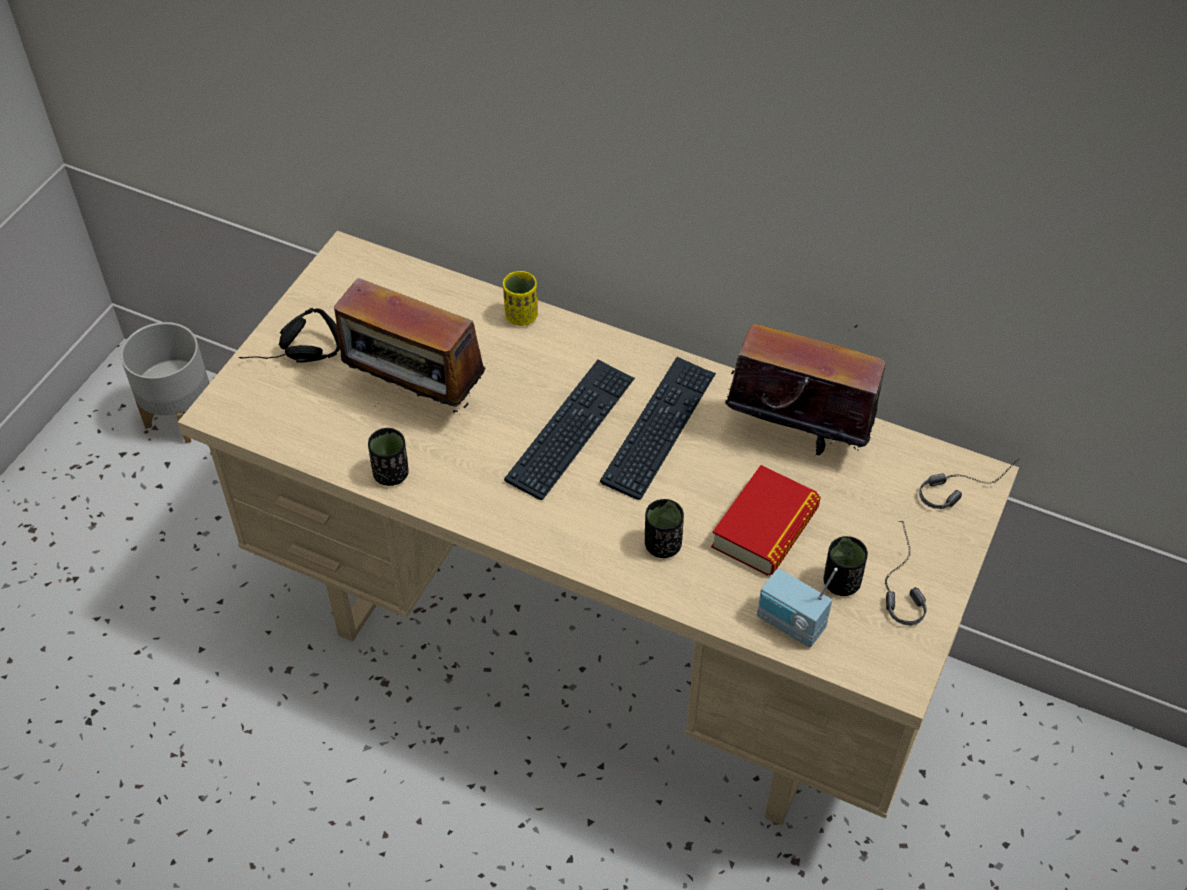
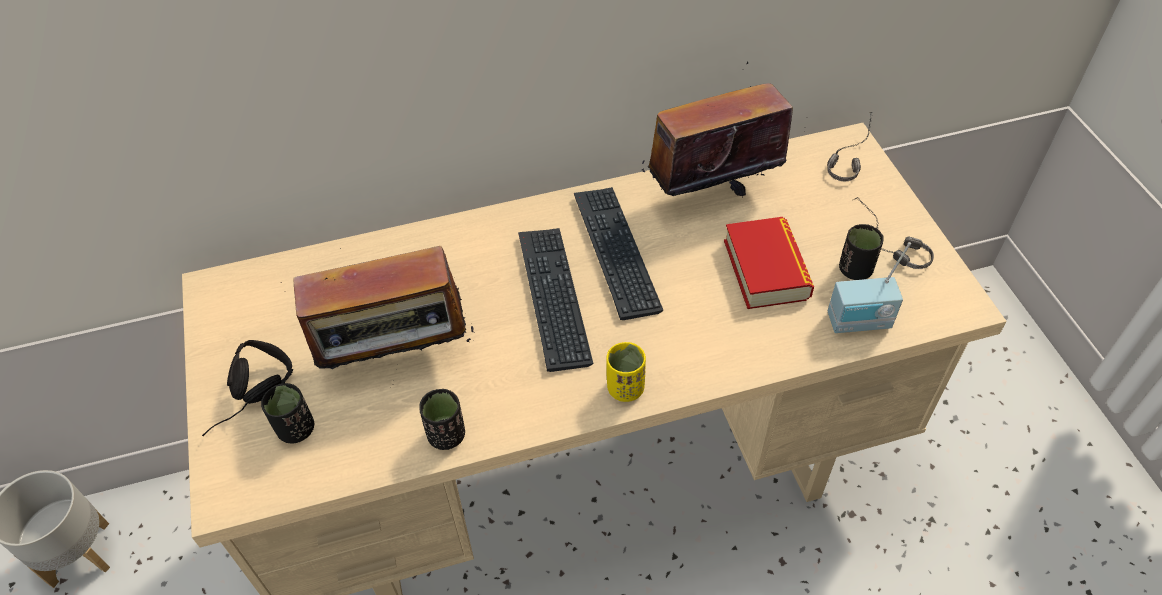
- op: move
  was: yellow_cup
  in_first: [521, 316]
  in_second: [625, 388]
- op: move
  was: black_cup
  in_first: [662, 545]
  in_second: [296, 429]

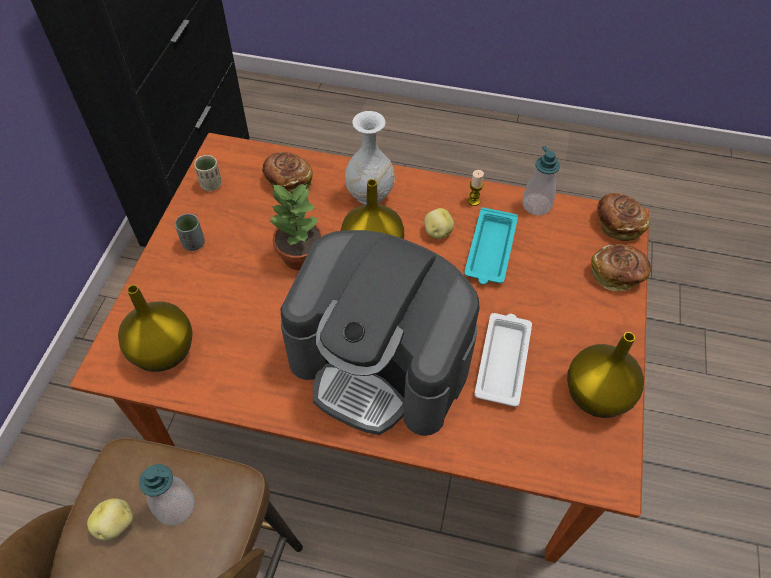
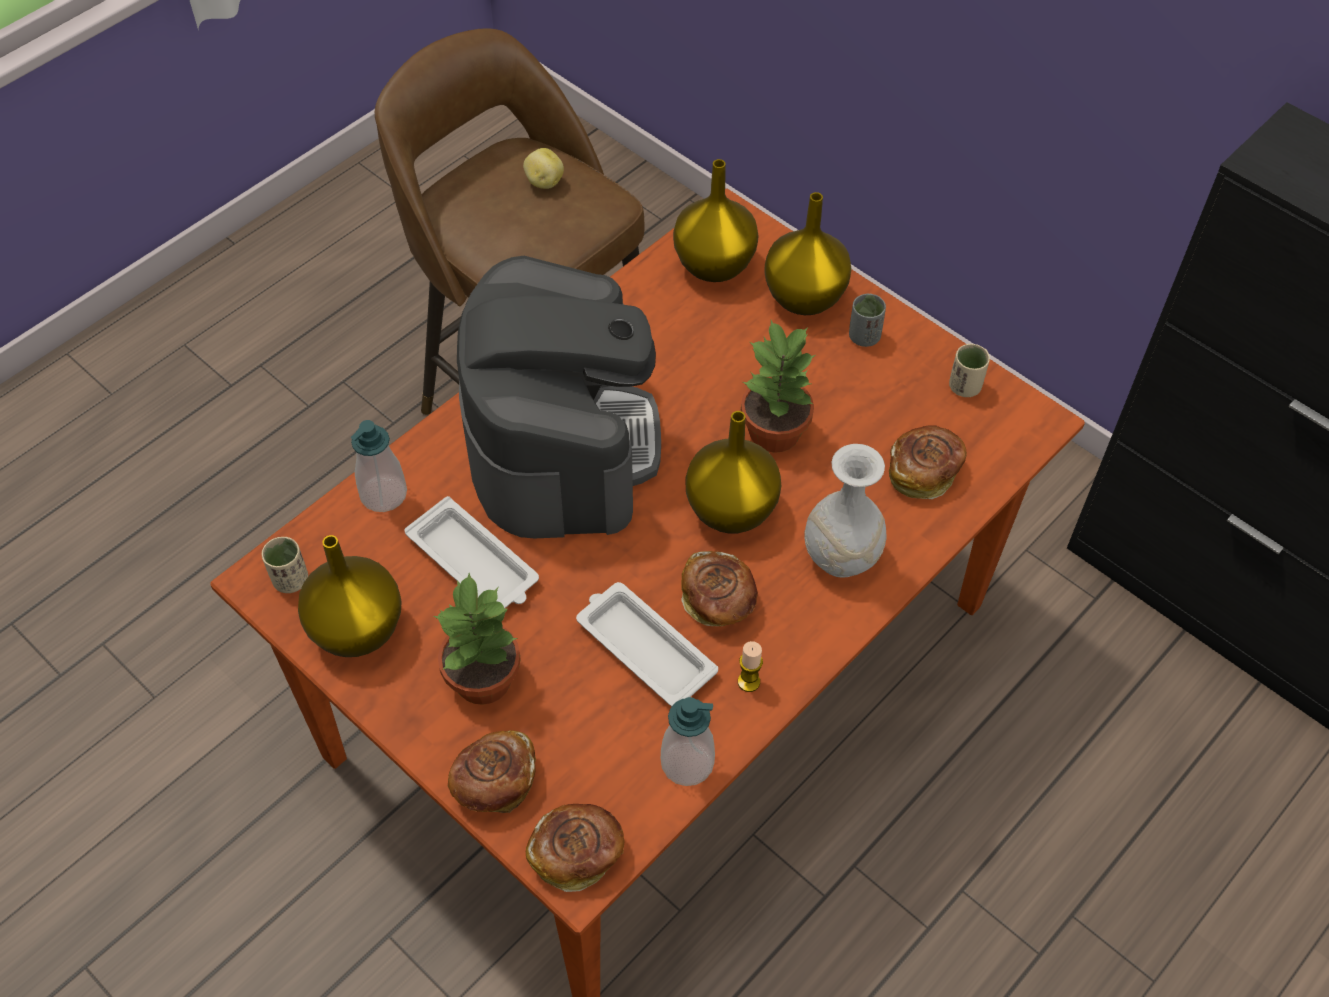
- op: insert
  now: beige_cup
  in_second: [290, 580]
- op: insert
  now: potted_plant
  in_second: [482, 681]
- op: insert
  now: yellow_vase
  in_second: [806, 297]
- op: move
  was: soap_dispenser
  in_first: [175, 506]
  in_second: [383, 494]
- op: replace
  was: potato
  now: bread
  in_first: [437, 232]
  in_second: [718, 602]
- op: recolor
  was: turquoise_tray
  now: white_tray
  in_first: [490, 251]
  in_second: [643, 648]
- op: rotate
  was: coffee_machine
  in_first: [381, 363]
  in_second: [561, 443]
  clockwise: 120

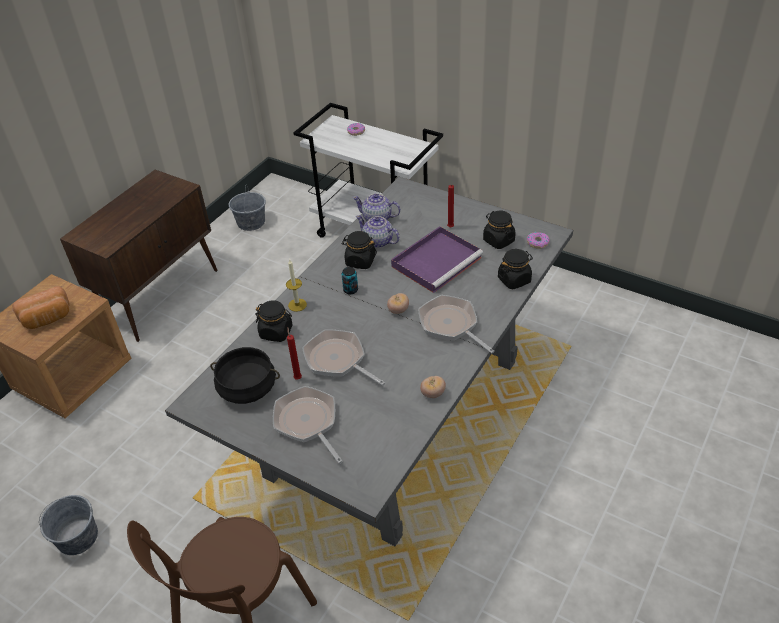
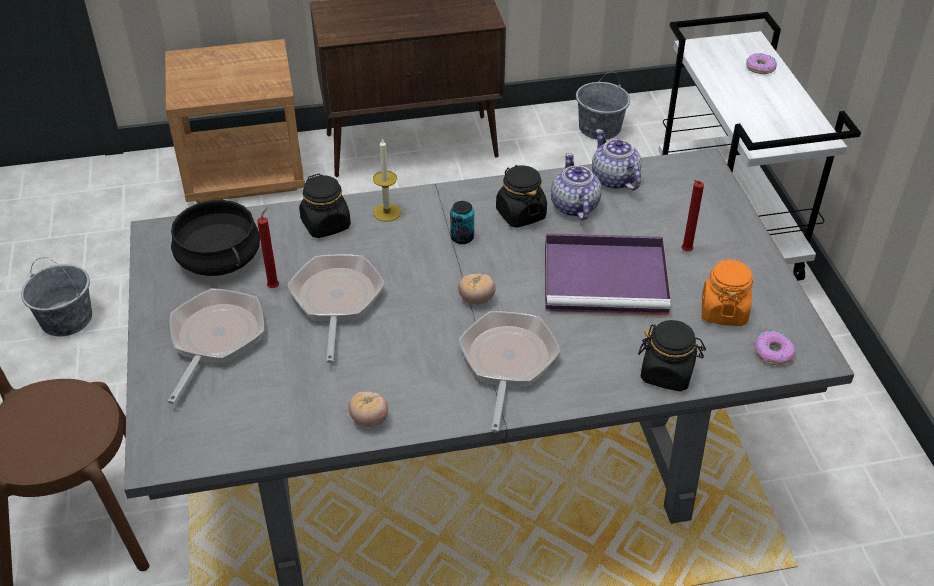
- op: delete
  was: bread
  in_first: [47, 319]
- op: recolor
  was: black_jar
  now: orange_jar
  in_first: [498, 240]
  in_second: [723, 311]

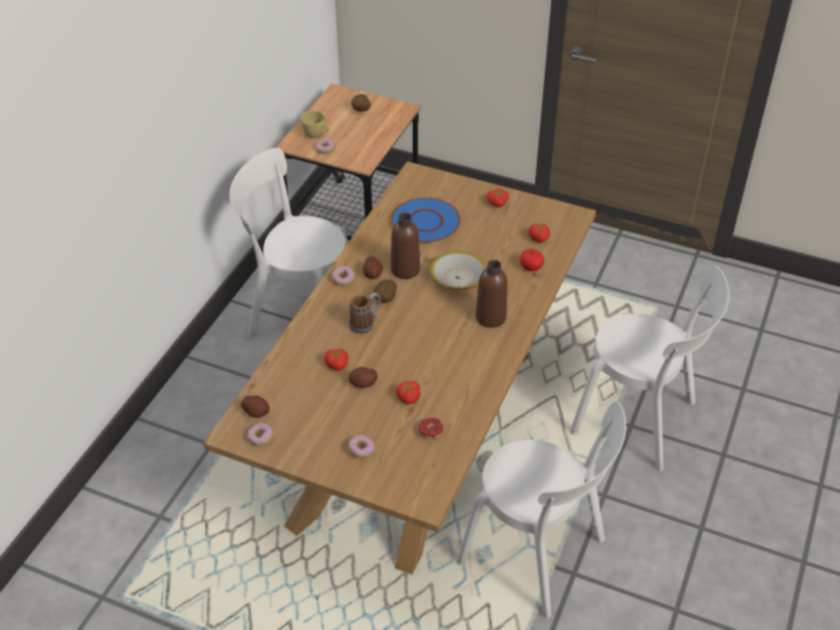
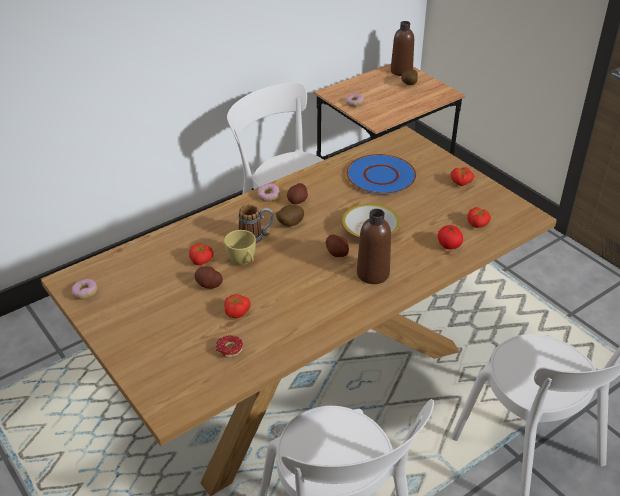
- op: delete
  was: donut
  in_first: [361, 450]
- op: move
  was: potato
  in_first: [256, 412]
  in_second: [337, 253]
- op: move
  was: yellow_cup
  in_first: [316, 135]
  in_second: [243, 262]
- op: move
  was: brown_bottle
  in_first: [405, 269]
  in_second: [401, 71]

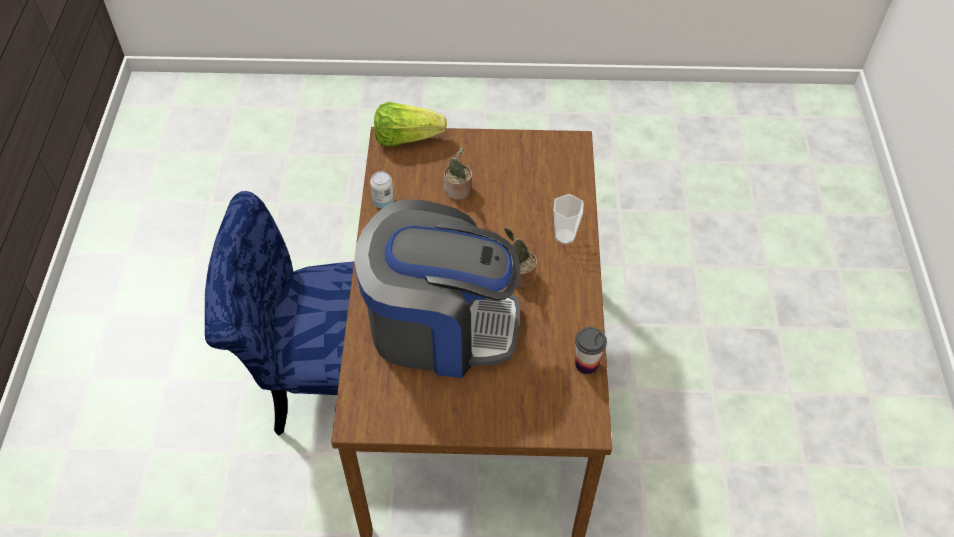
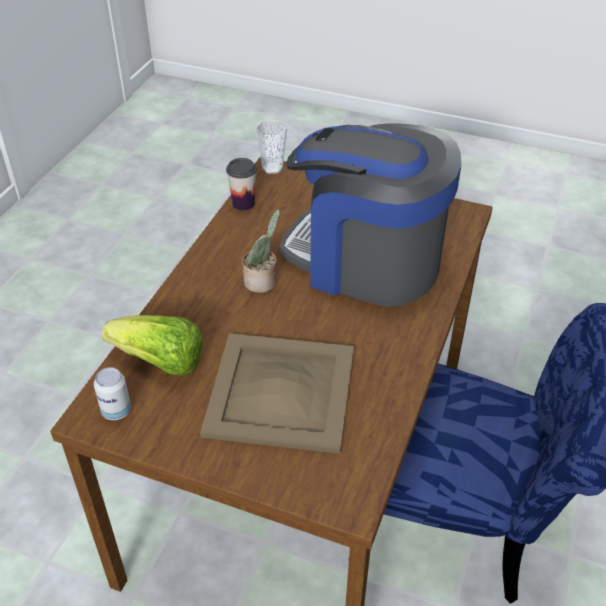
- op: move
  was: can
  in_first: [383, 202]
  in_second: [116, 411]
- op: move
  was: lettuce
  in_first: [406, 138]
  in_second: [160, 362]
- op: move
  was: cup
  in_first: [564, 236]
  in_second: [272, 168]
- op: replace
  was: potted_plant
  now: beige_tray
  in_first: [458, 191]
  in_second: [282, 393]

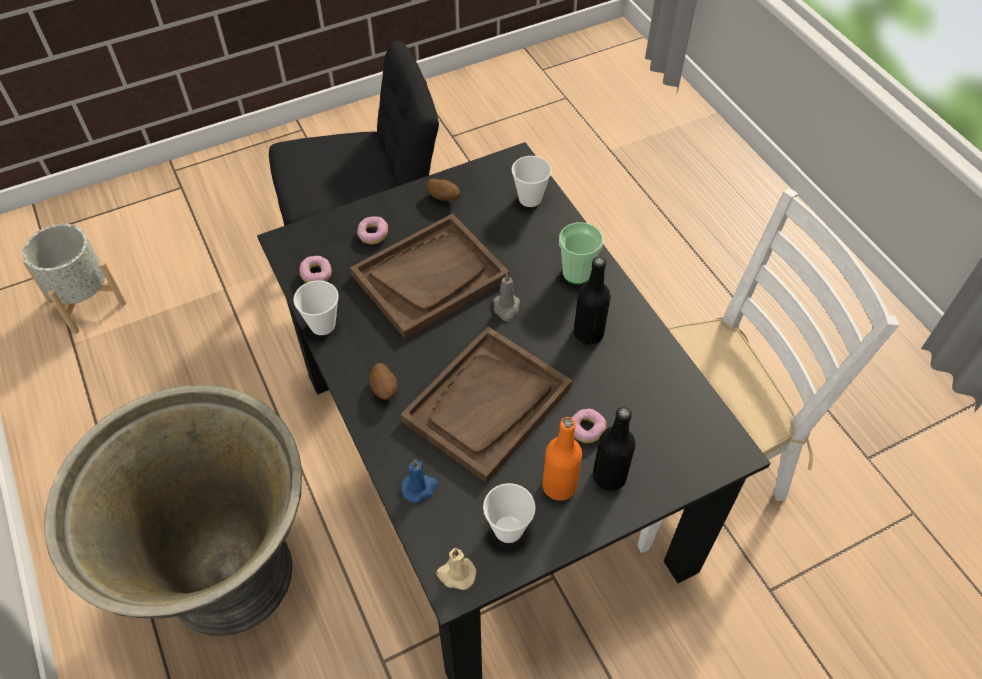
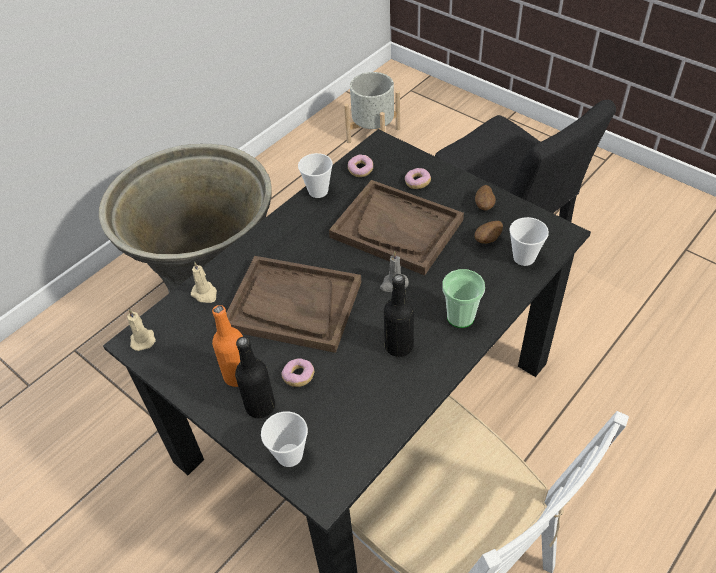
- op: move
  was: potato
  in_first: [384, 389]
  in_second: [488, 240]
- op: move
  was: cup
  in_first: [508, 529]
  in_second: [289, 455]
- op: recolor
  was: blue_candle
  now: beige_candle
  in_first: [420, 487]
  in_second: [205, 294]

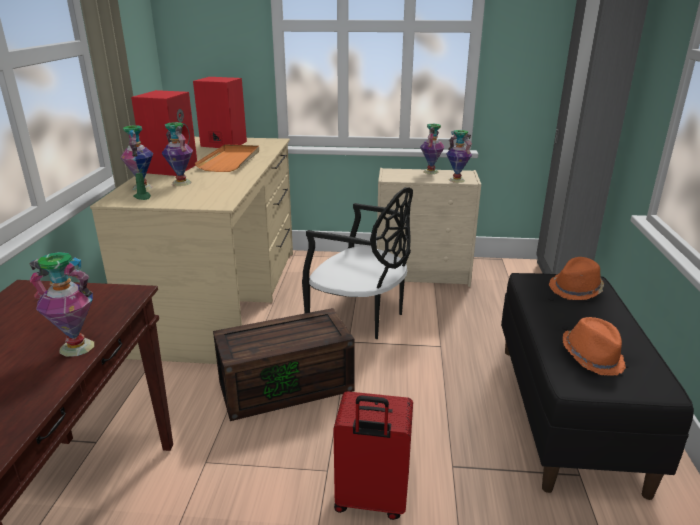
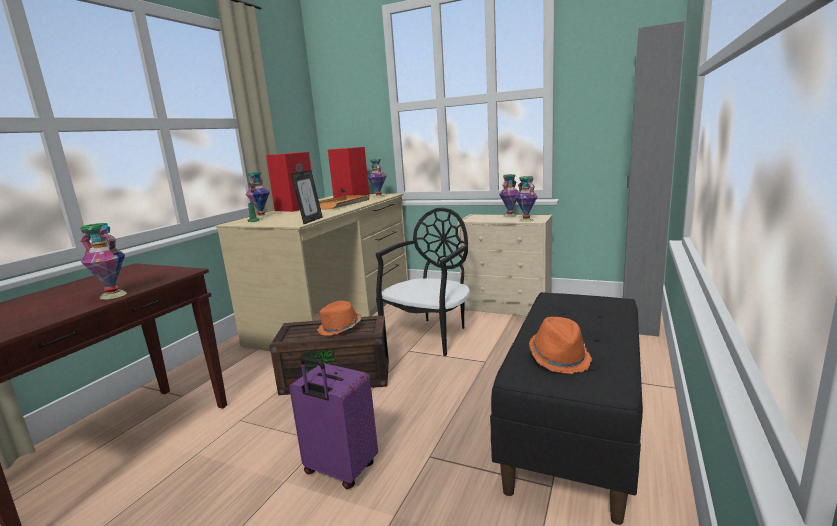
- op: insert
  now: picture_frame
  in_second: [310, 220]
- op: move
  was: vase
  in_first: [181, 183]
  in_second: [378, 196]
- op: move
  was: orange_hat
  in_first: [576, 289]
  in_second: [340, 328]
- op: recolor
  was: red_suitcase
  now: purple_suitcase
  in_first: [370, 500]
  in_second: [339, 470]
- op: rotate
  was: black_chair
  in_first: [360, 317]
  in_second: [430, 334]
  clockwise: -105

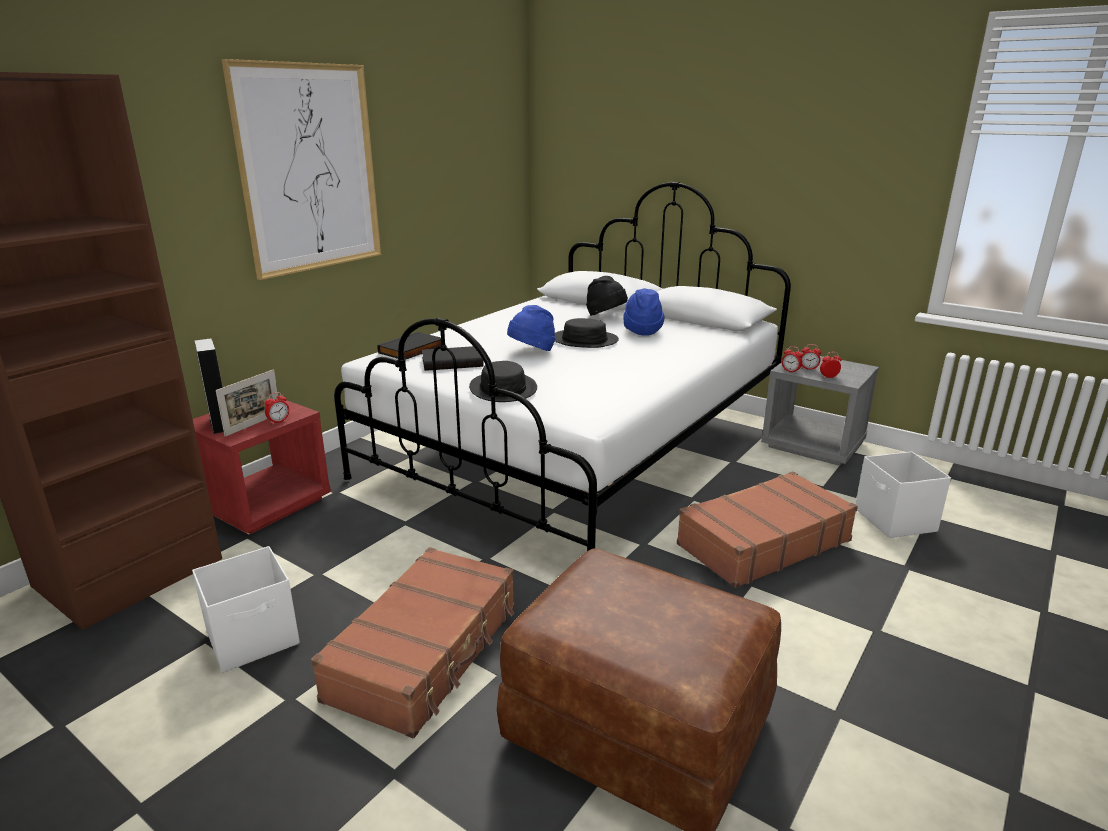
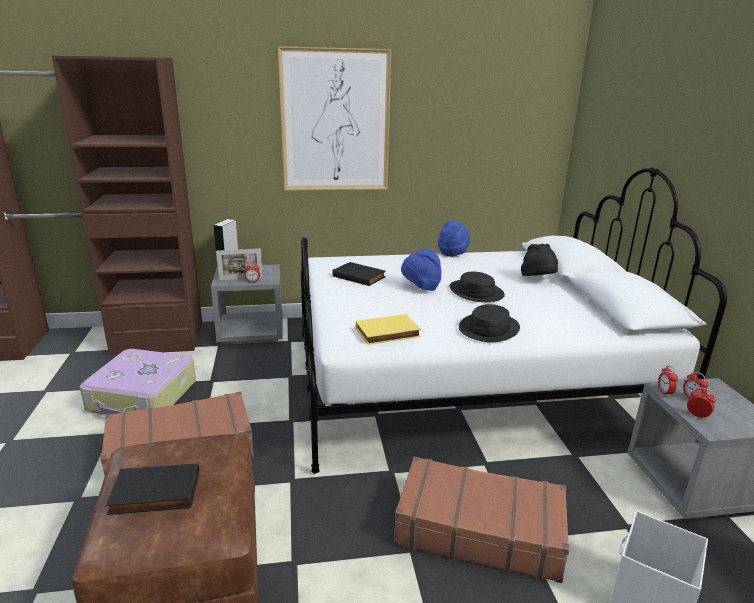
- op: insert
  now: yellow_book
  in_second: [387, 333]
- op: move
  was: black_book
  in_first: [412, 350]
  in_second: [154, 494]
- op: move
  was: black_hat
  in_first: [503, 389]
  in_second: [489, 328]
- op: move
  was: blue_hat
  in_first: [642, 330]
  in_second: [453, 253]
- op: replace
  was: white_storage_box
  now: suitcase
  in_first: [254, 638]
  in_second: [143, 396]
- op: recolor
  was: red_nightstand
  now: grey_nightstand
  in_first: [266, 504]
  in_second: [252, 332]

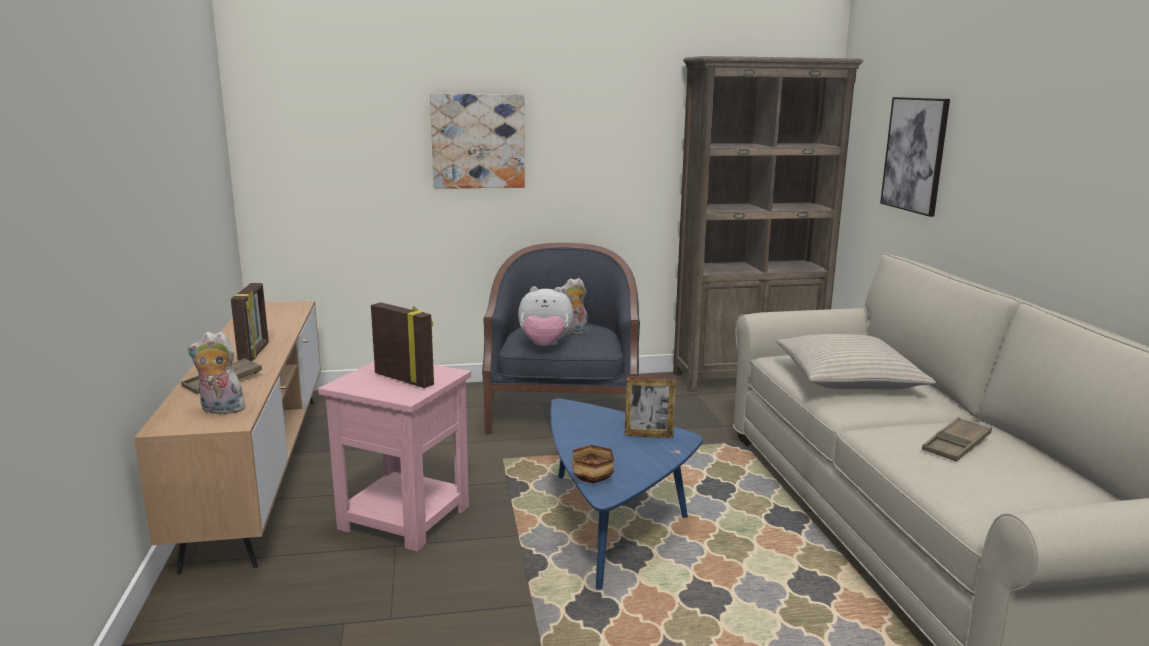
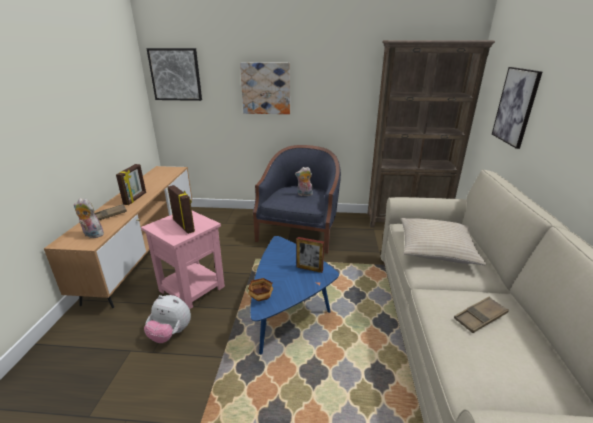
- op: insert
  now: picture
  in_second: [175, 74]
- op: move
  was: plush_toy
  in_first: [545, 346]
  in_second: [170, 334]

